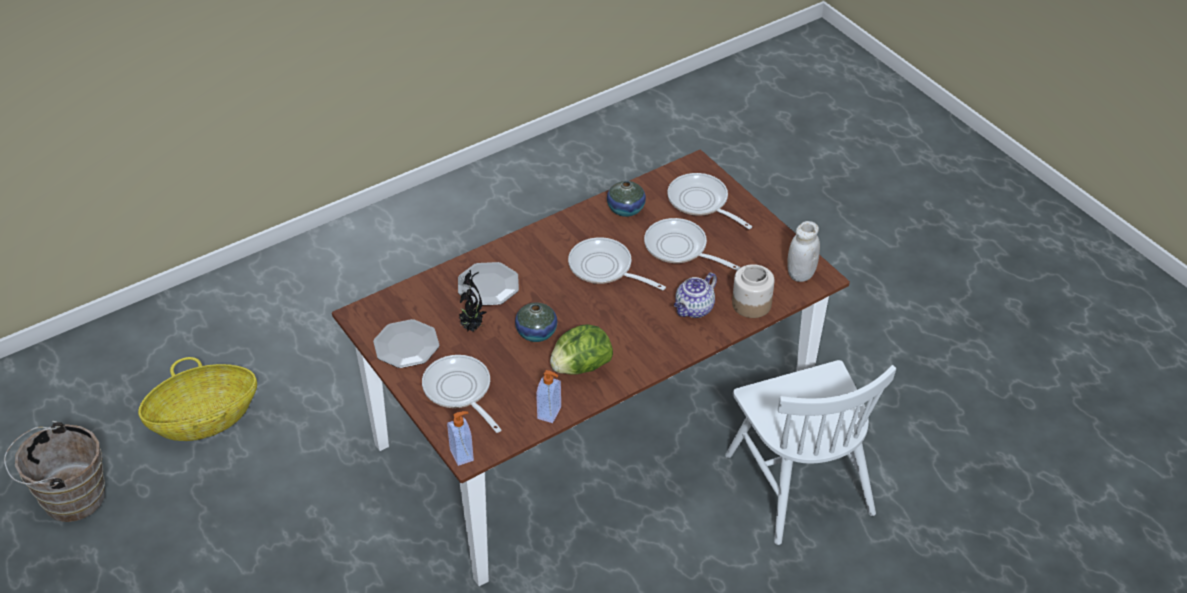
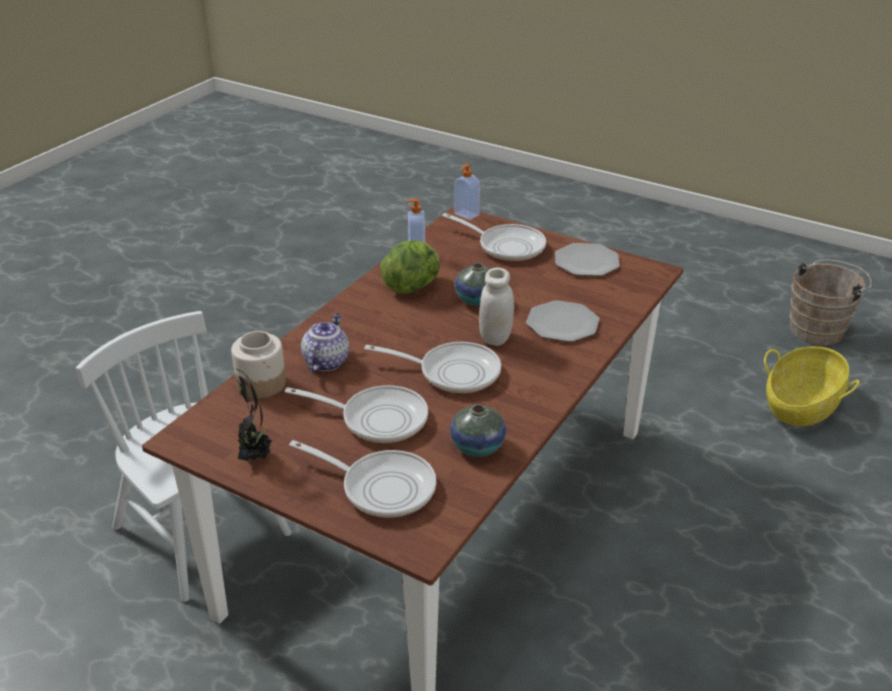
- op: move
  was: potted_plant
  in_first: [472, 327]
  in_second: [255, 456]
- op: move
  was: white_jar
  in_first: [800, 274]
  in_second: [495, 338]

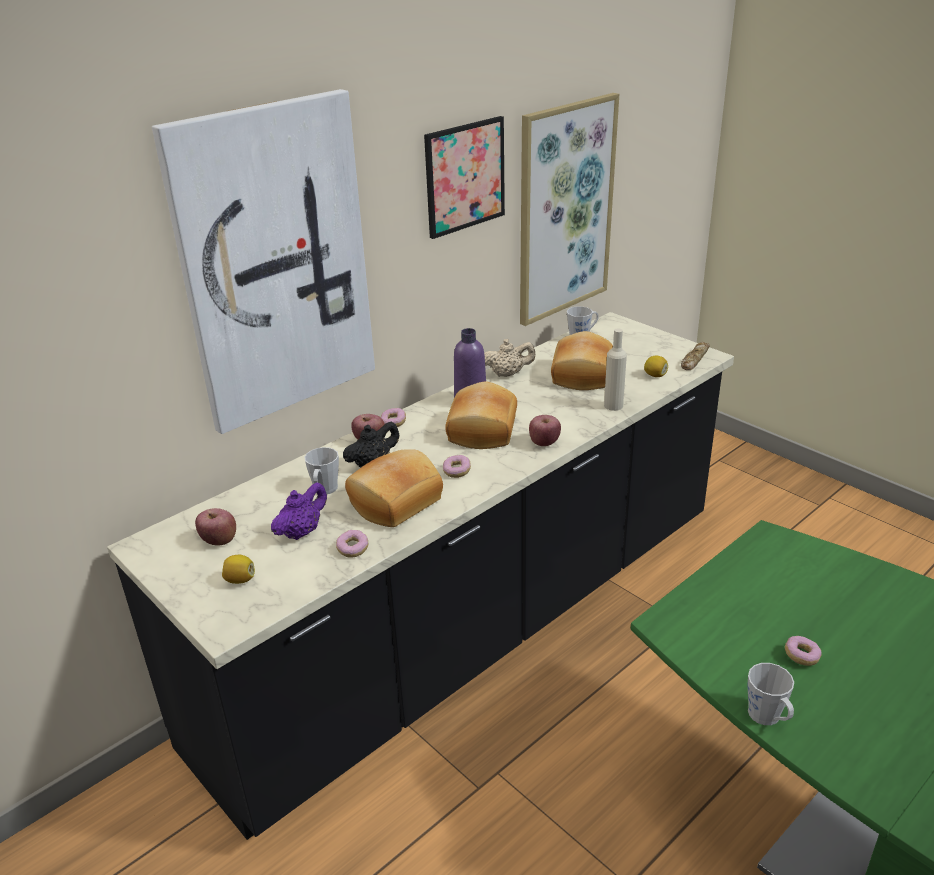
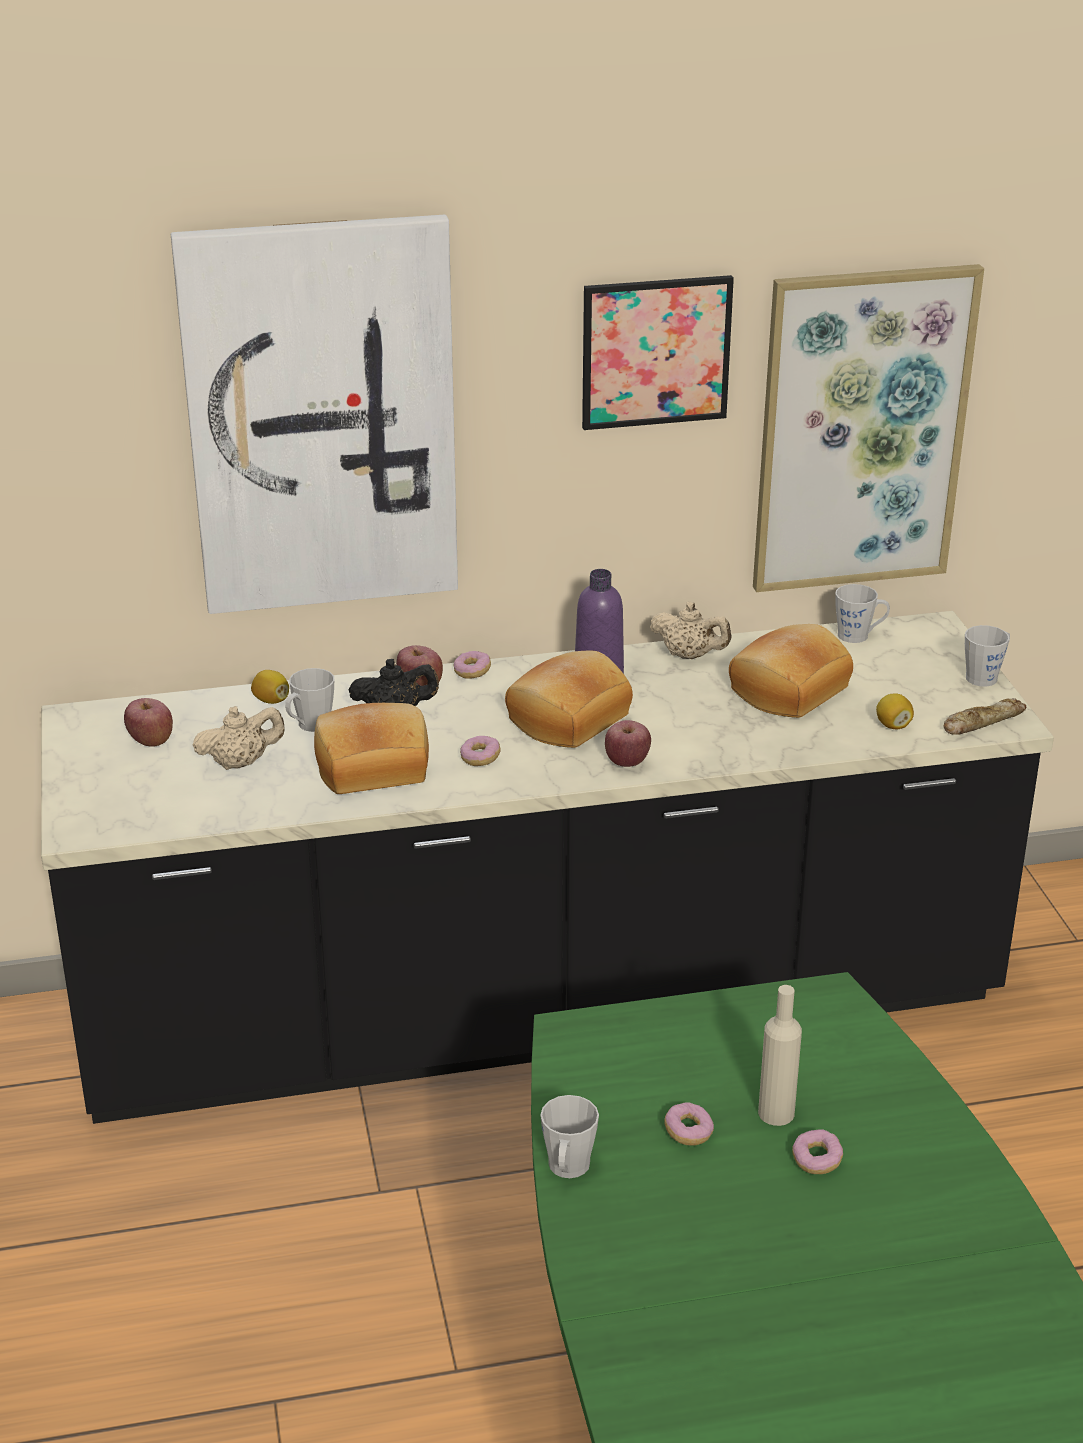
- op: insert
  now: grey_mug
  in_second: [985, 676]
- op: move
  was: lemon
  in_first: [240, 580]
  in_second: [271, 700]
- op: move
  was: donut
  in_first: [352, 549]
  in_second: [816, 1160]
- op: move
  was: beige_bottle
  in_first: [613, 405]
  in_second: [776, 1113]
- op: recolor
  was: purple_teapot
  now: beige_teapot
  in_first: [302, 532]
  in_second: [241, 763]

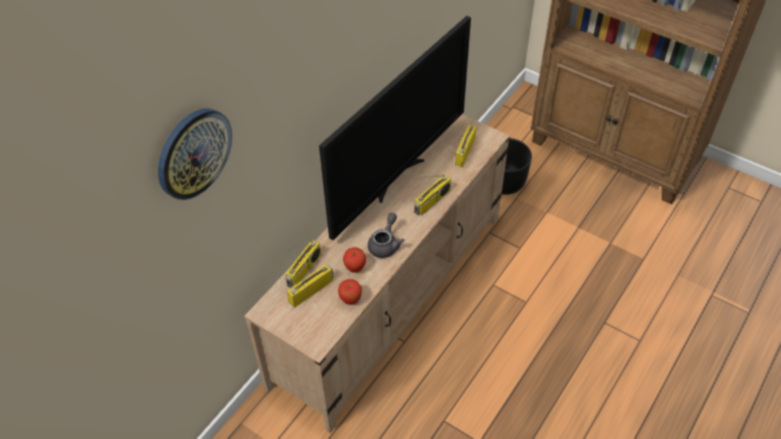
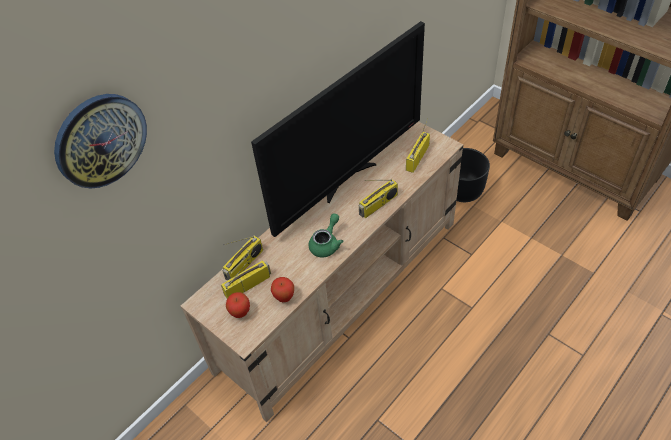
- op: move
  was: apple
  in_first: [355, 268]
  in_second: [240, 313]
- op: recolor
  was: grey_teapot
  now: green_teapot
  in_first: [385, 244]
  in_second: [326, 244]

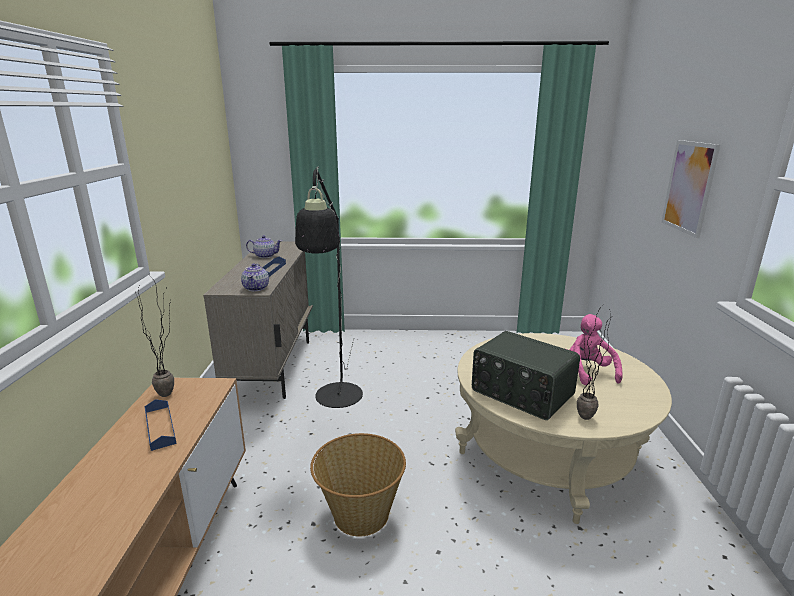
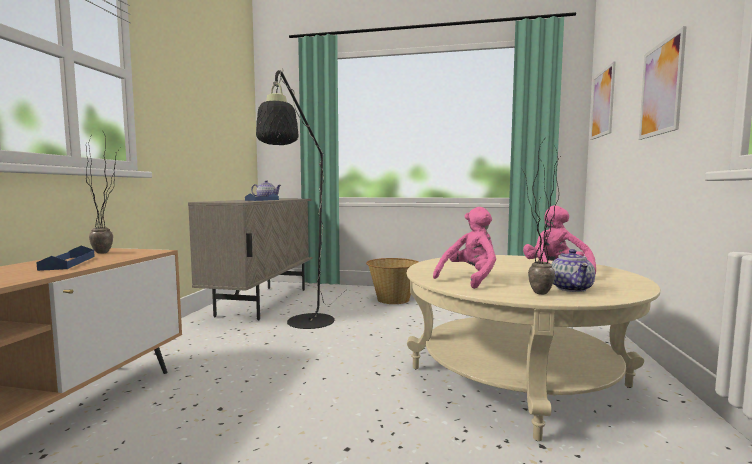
- op: insert
  now: picture
  in_second: [603, 103]
- op: move
  was: teapot
  in_first: [256, 288]
  in_second: [571, 288]
- op: move
  was: basket
  in_first: [360, 514]
  in_second: [392, 299]
- op: replace
  was: radio
  now: pink_plush_toy
  in_first: [521, 394]
  in_second: [470, 279]

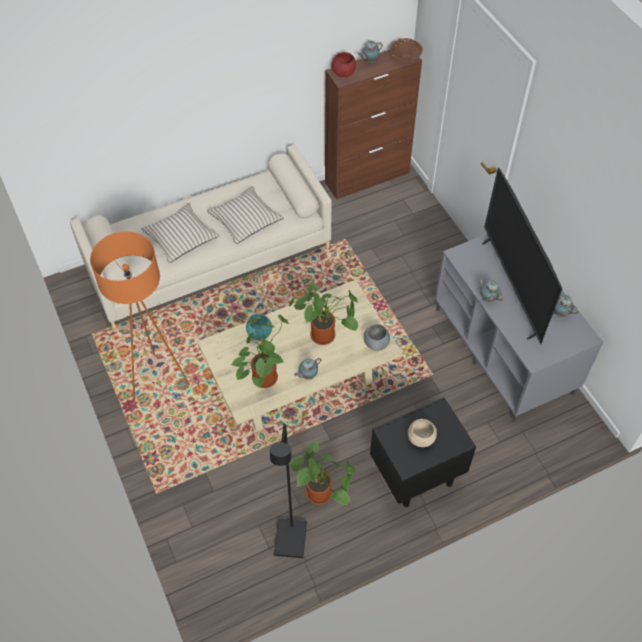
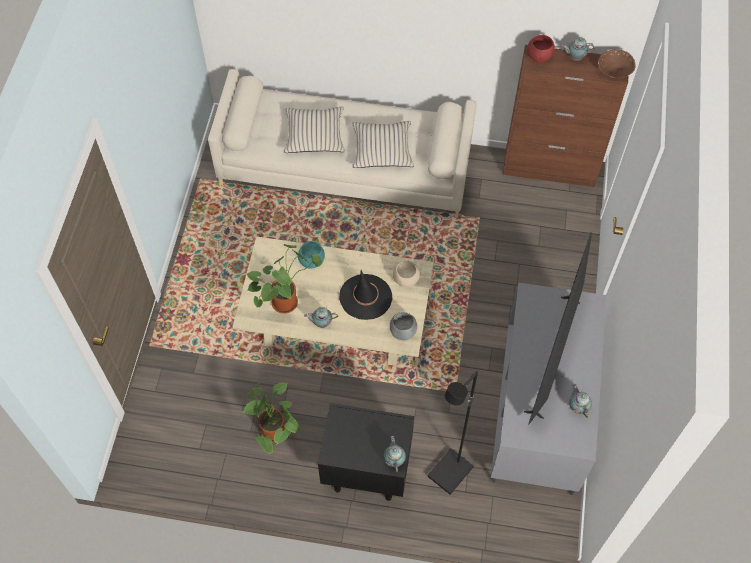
- op: delete
  was: orange_floor_lamp
  in_first: [158, 380]
- op: move
  was: black_floor_lamp
  in_first: [291, 540]
  in_second: [450, 473]
- op: move
  was: beige_bowl
  in_first: [420, 438]
  in_second: [405, 279]
- op: move
  was: teapot
  in_first: [487, 298]
  in_second: [394, 459]
- op: replace
  was: potted_plant
  now: black_hat
  in_first: [326, 335]
  in_second: [365, 297]

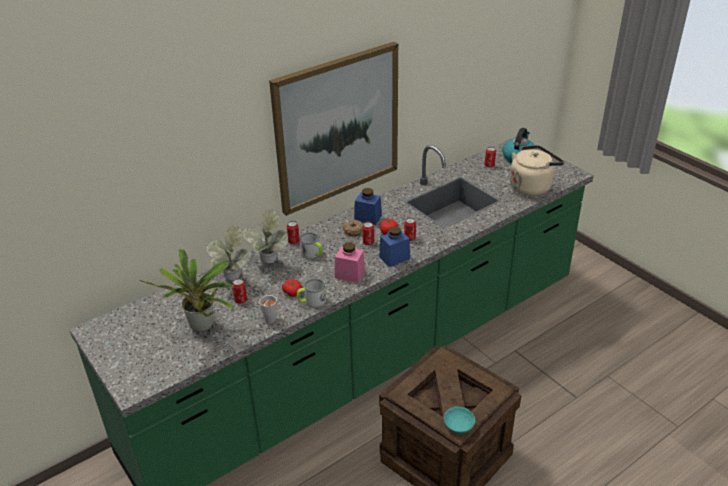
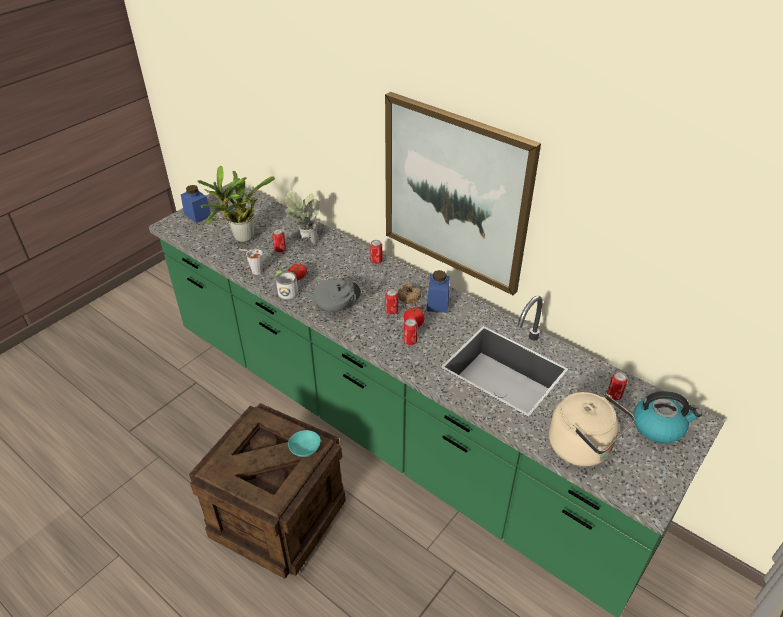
- op: delete
  was: potted_plant
  in_first: [269, 265]
- op: delete
  was: mug
  in_first: [312, 254]
- op: move
  was: blue_jar
  in_first: [394, 258]
  in_second: [197, 215]
- op: move
  was: turquoise_bowl
  in_first: [457, 425]
  in_second: [305, 447]
- op: replace
  was: pink_jar
  now: grey_teapot
  in_first: [350, 274]
  in_second: [333, 307]

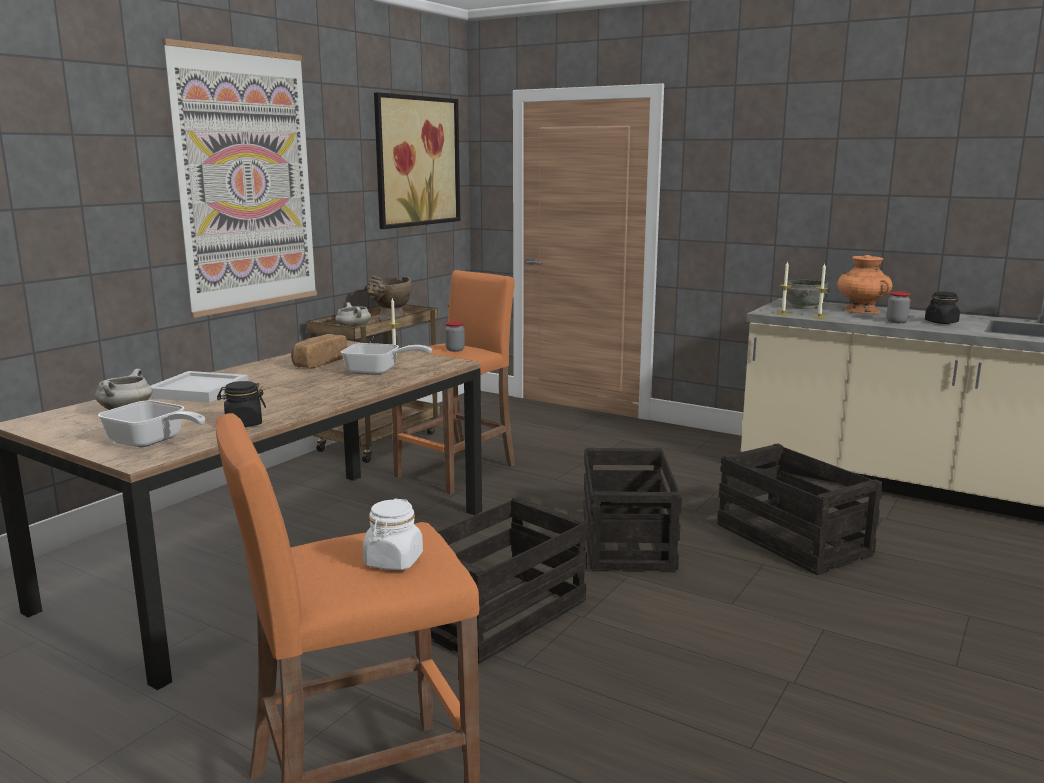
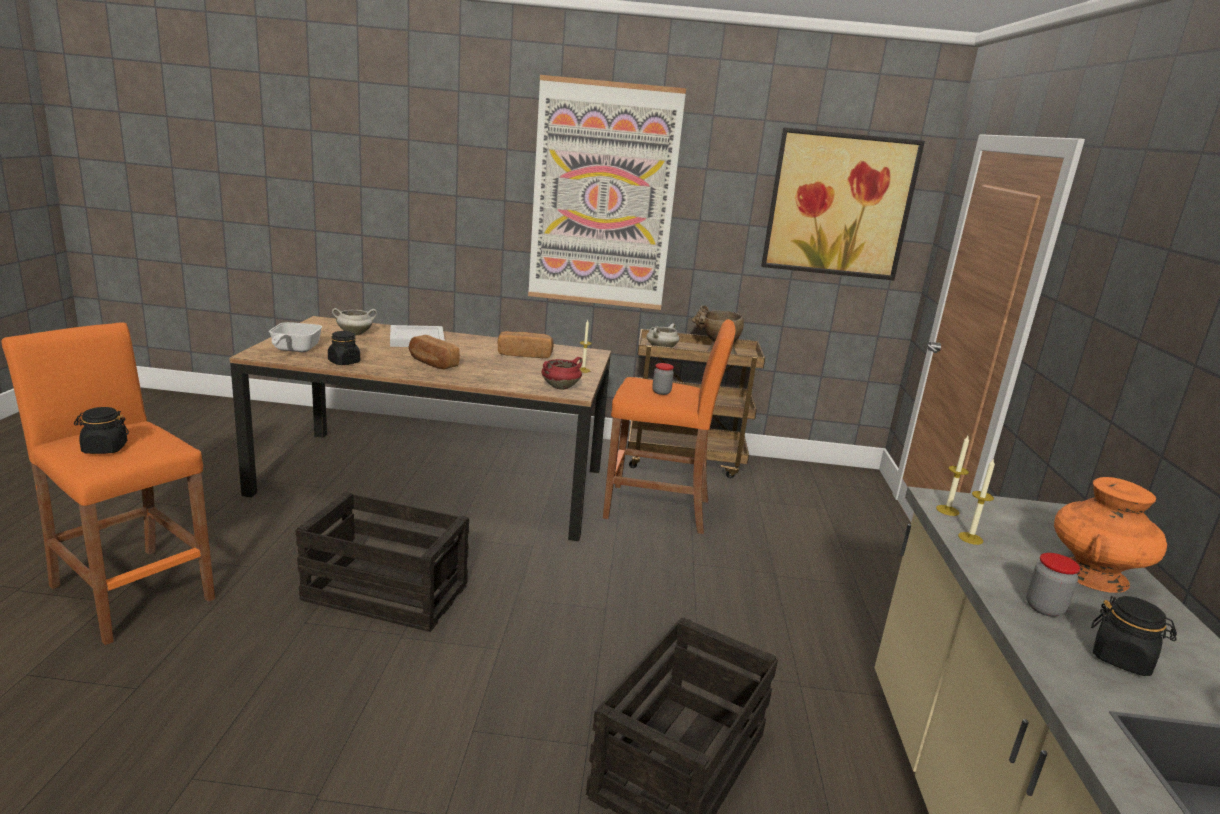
- op: delete
  was: frying_pan
  in_first: [378, 371]
- op: delete
  was: crate
  in_first: [626, 540]
- op: delete
  was: grey_bowl
  in_first: [805, 307]
- op: insert
  now: bread
  in_second: [432, 363]
- op: insert
  now: red_cooking_pot
  in_second: [560, 387]
- op: recolor
  was: white_jar
  now: black_jar
  in_first: [393, 561]
  in_second: [104, 449]

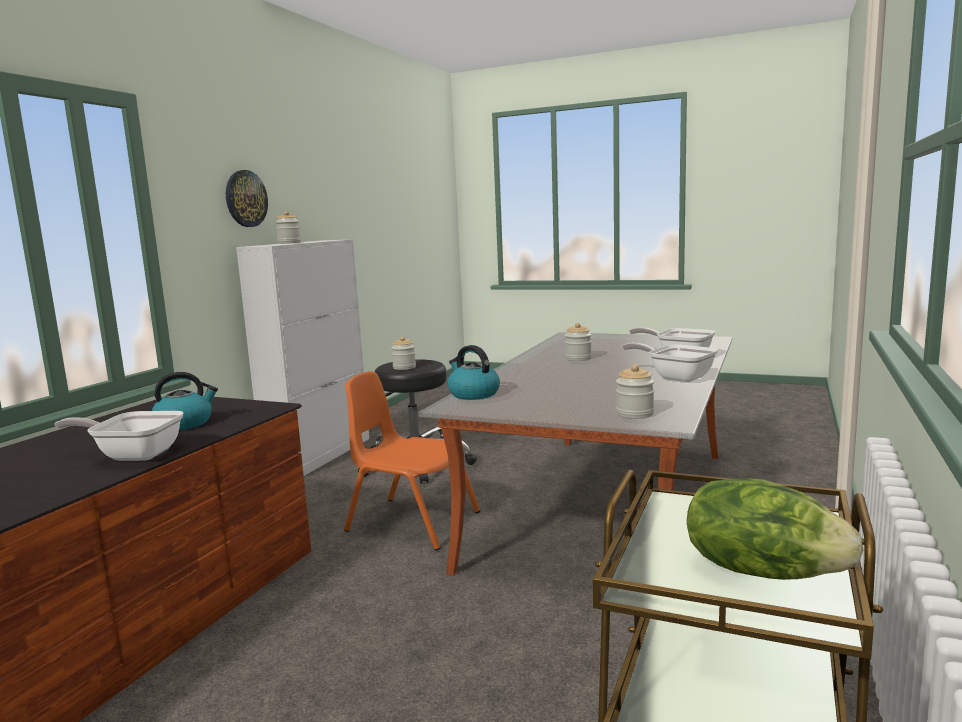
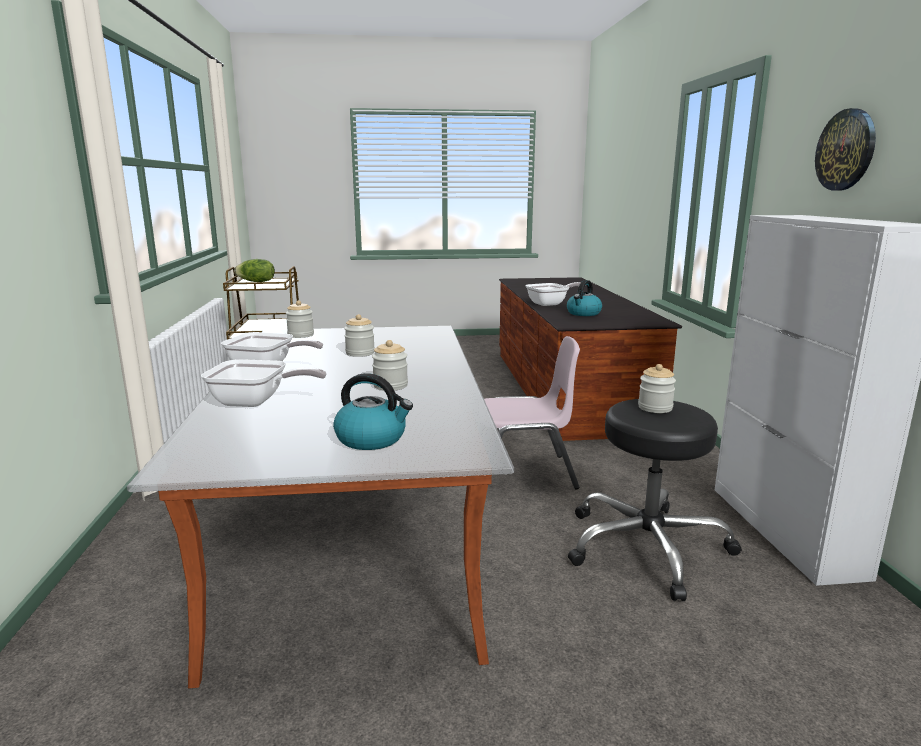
- op: move
  was: jar
  in_first: [289, 243]
  in_second: [360, 353]
- op: move
  was: kettle
  in_first: [473, 394]
  in_second: [372, 439]
- op: recolor
  was: orange_chair
  now: pink_chair
  in_first: [412, 522]
  in_second: [522, 473]

